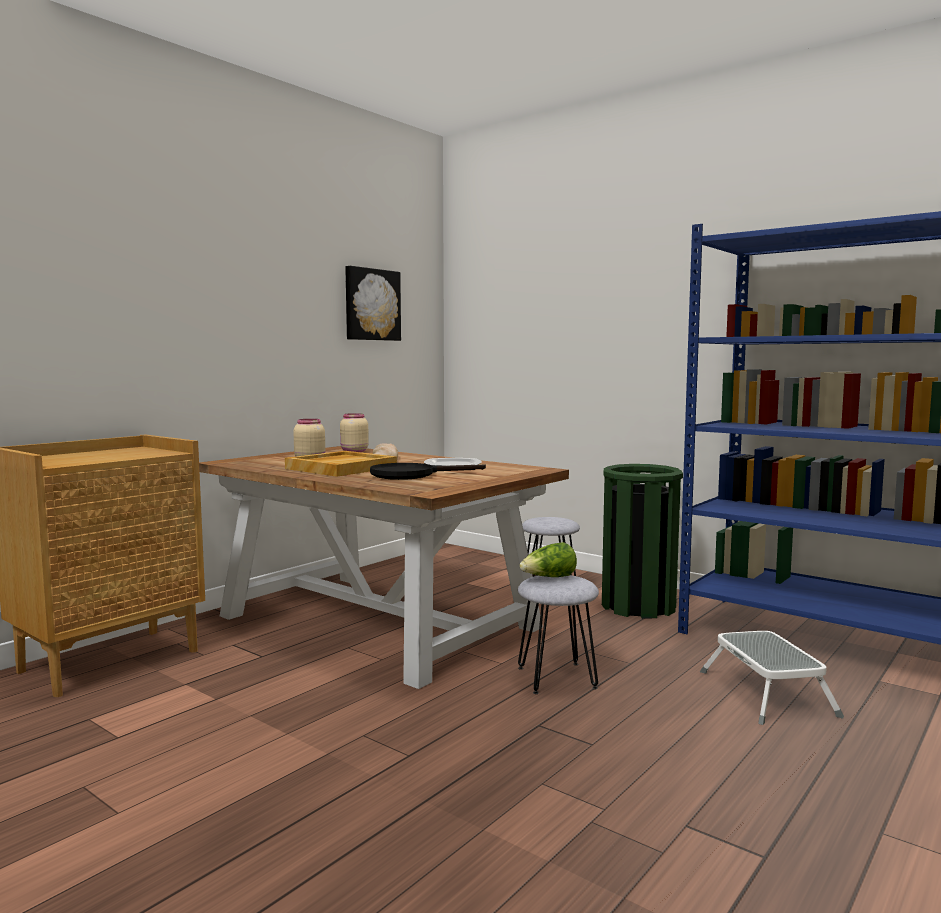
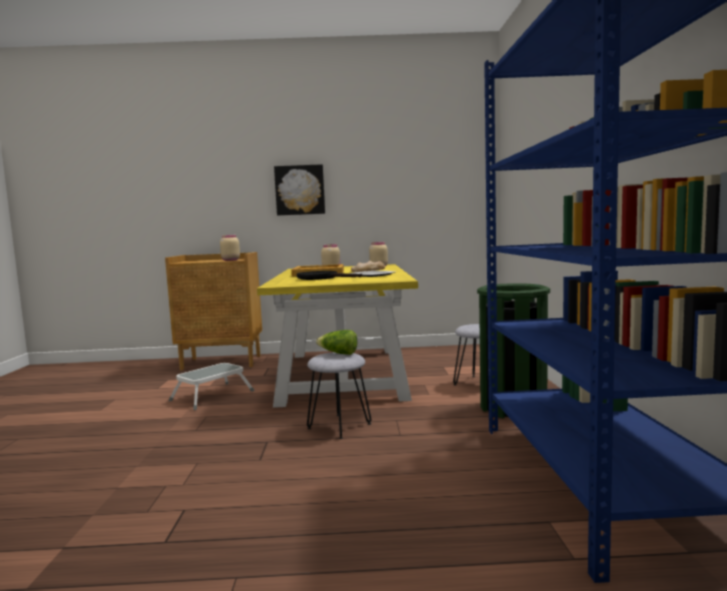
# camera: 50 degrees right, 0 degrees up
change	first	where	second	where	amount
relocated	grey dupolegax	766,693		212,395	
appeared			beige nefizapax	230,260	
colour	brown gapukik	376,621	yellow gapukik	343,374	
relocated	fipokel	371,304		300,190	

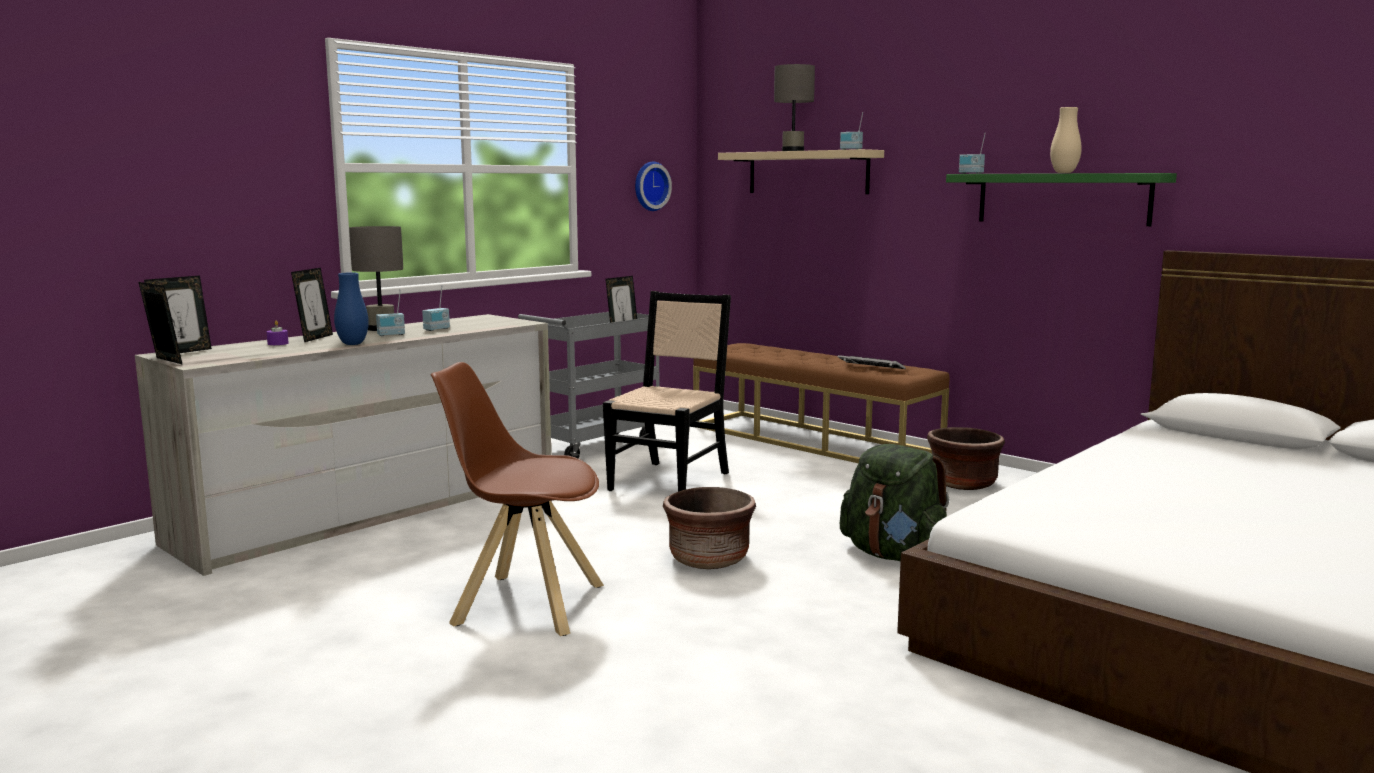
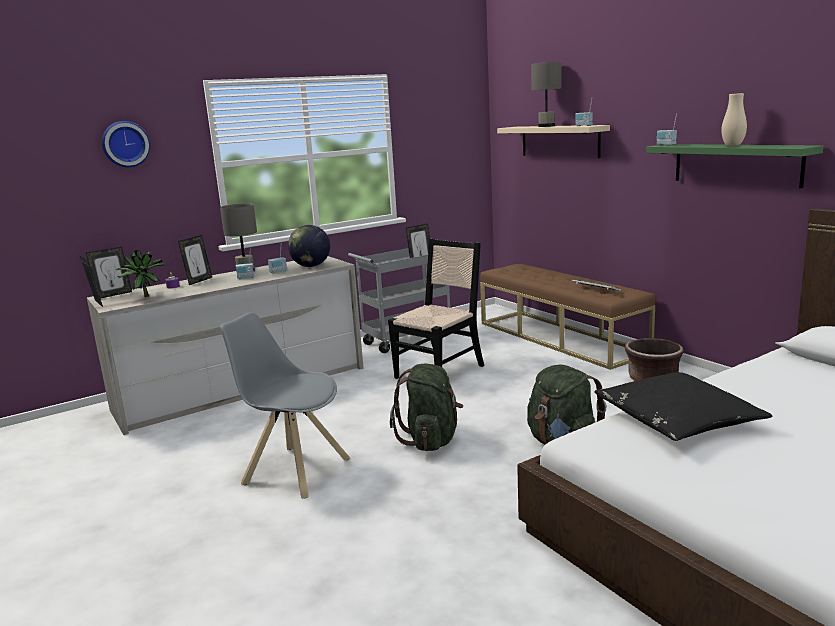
# camera: 15 degrees right, 5 degrees up
change	first	where	second	where	amount
relocated	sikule	649,186		125,144	
appeared			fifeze	144,296	
colour	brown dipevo	525,603	grey dipevo	294,470	
appeared			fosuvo	311,266	
exchanged	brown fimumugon	708,558	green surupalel	431,440	
appeared			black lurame	677,420	
missing	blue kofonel	353,344			

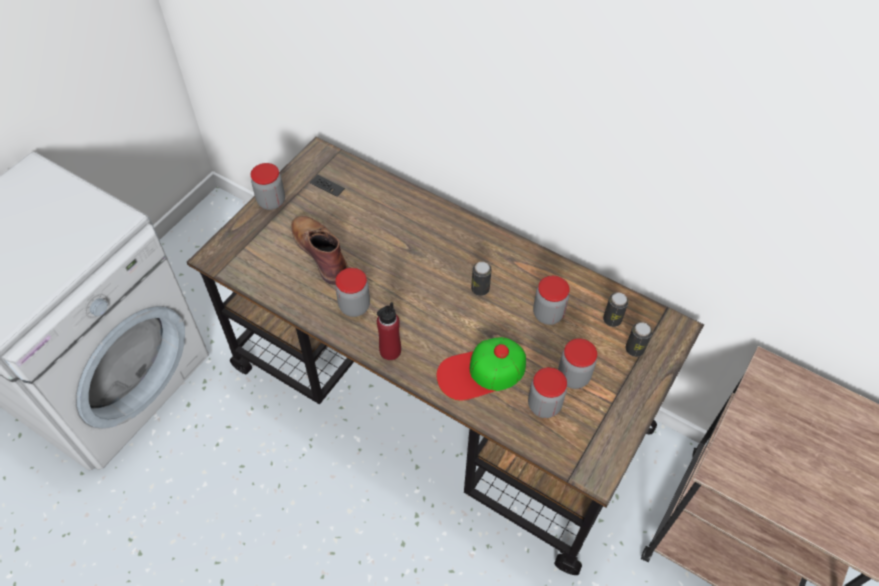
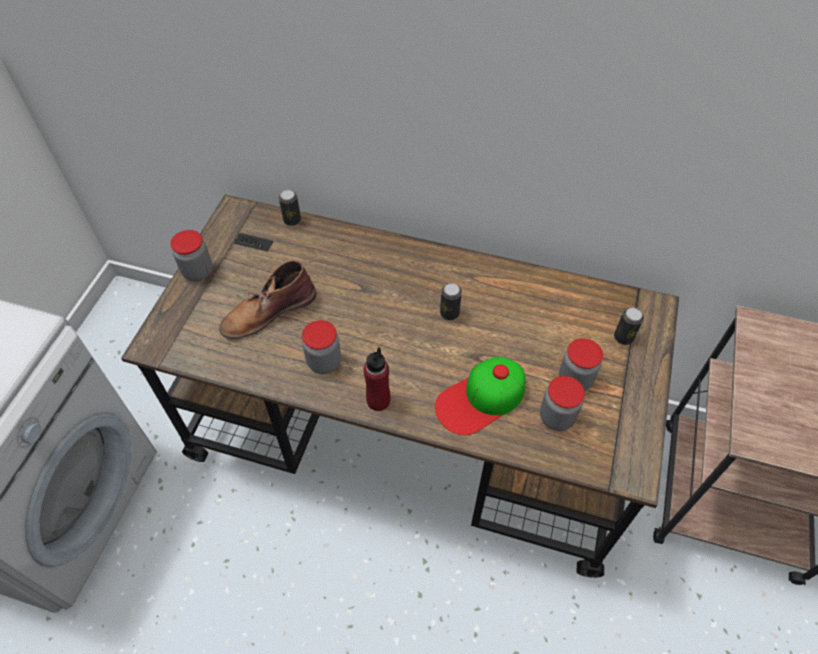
# camera: 15 degrees left, 0 degrees up
change	first	where	second	where	amount
spun	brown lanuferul	320,250		267,312	75 degrees counterclockwise
relocated	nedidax	612,319		292,220	
missing	nefizapax	548,314			

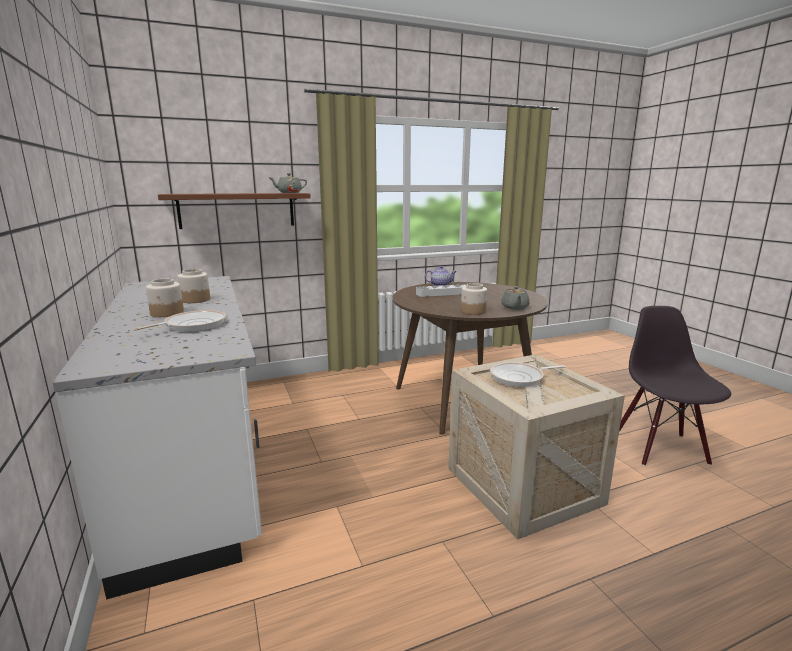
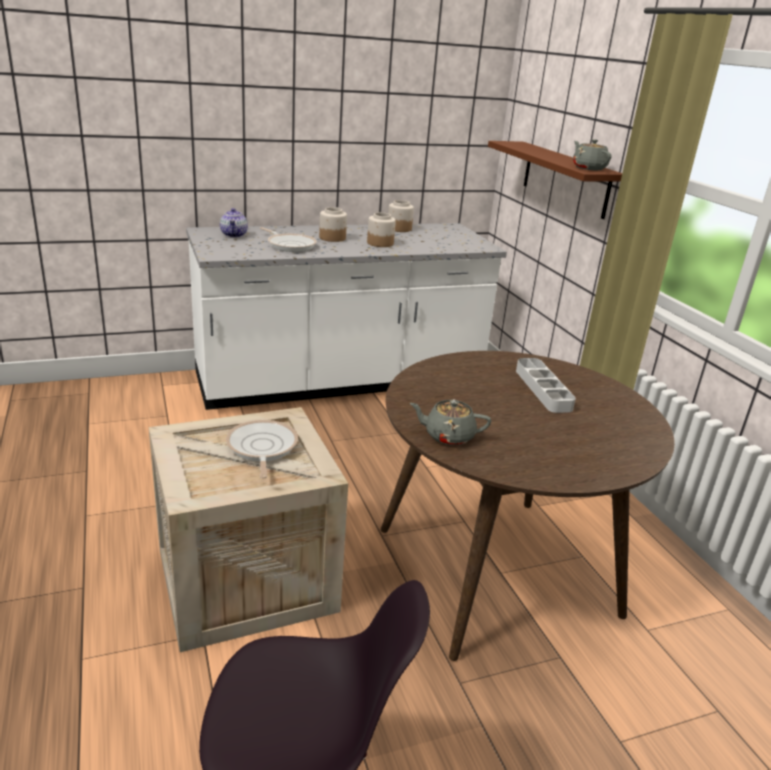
# camera: 90 degrees right, 10 degrees up
change	first	where	second	where	amount
relocated	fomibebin	440,285		234,235	
relocated	nefizapax	473,311		399,229	

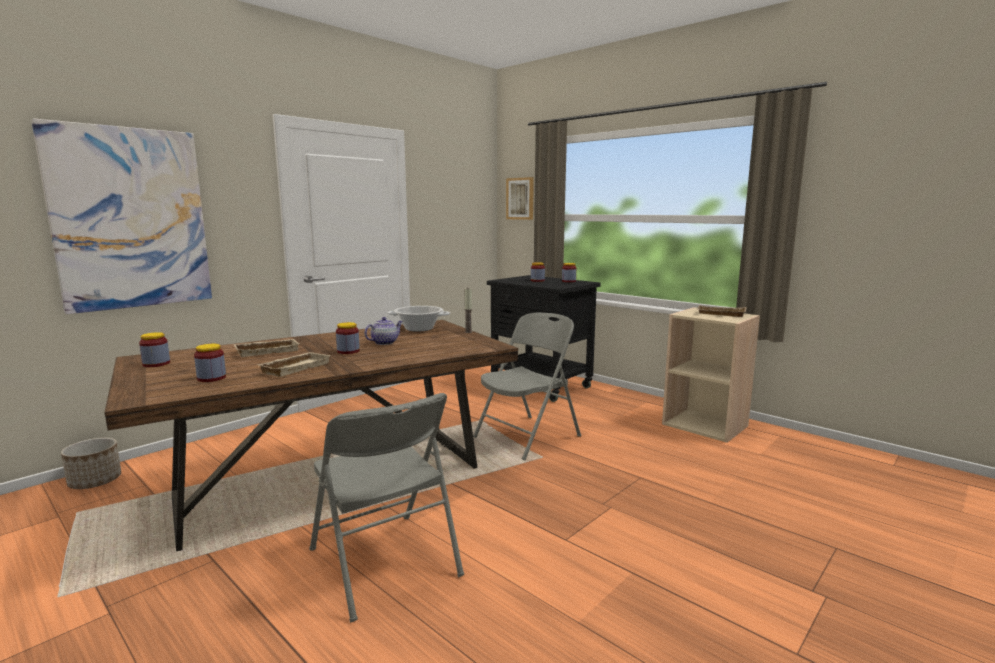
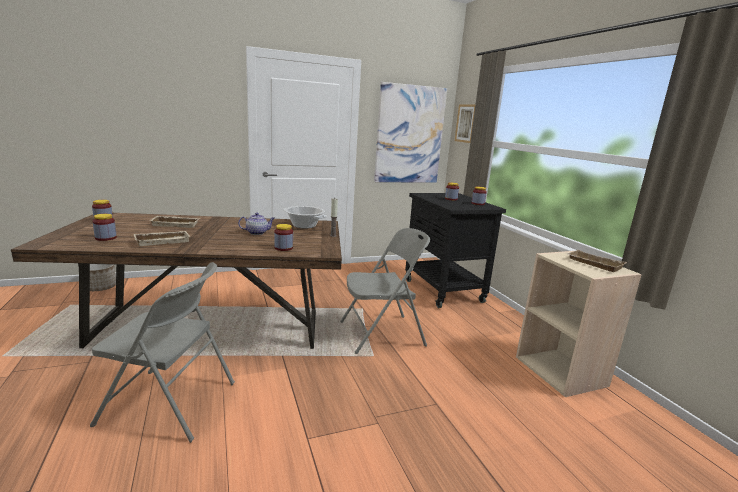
# camera: 25 degrees right, 5 degrees up
change	first	where	second	where	amount
spun	grey dipevo	383,562		168,403	75 degrees counterclockwise
relocated	nefizapax	348,351		283,248	
relocated	fipokel	131,219		409,135	

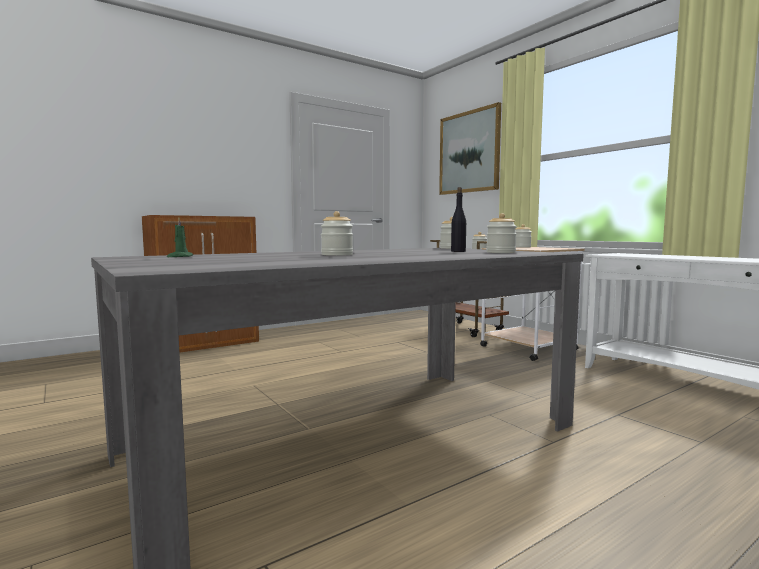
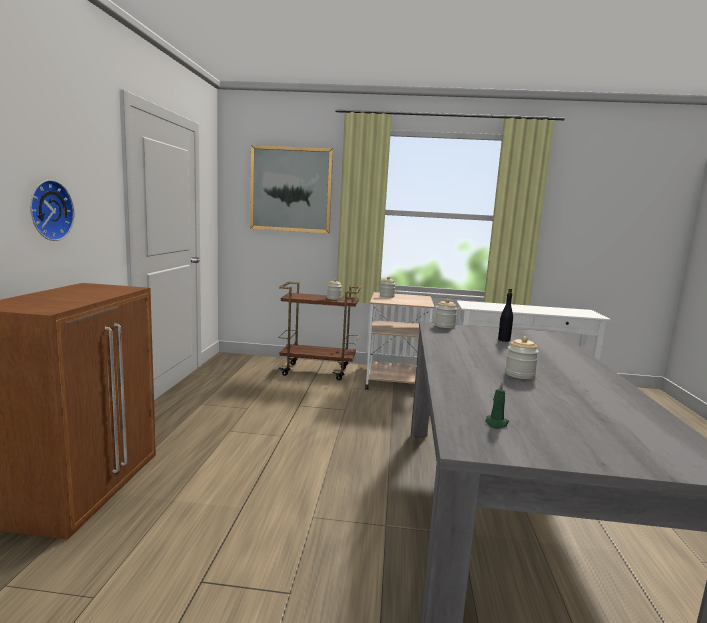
# camera: 50 degrees left, 5 degrees up
change	first	where	second	where	amount
appeared			sikule	48,210	
missing	nefizapax	500,252			

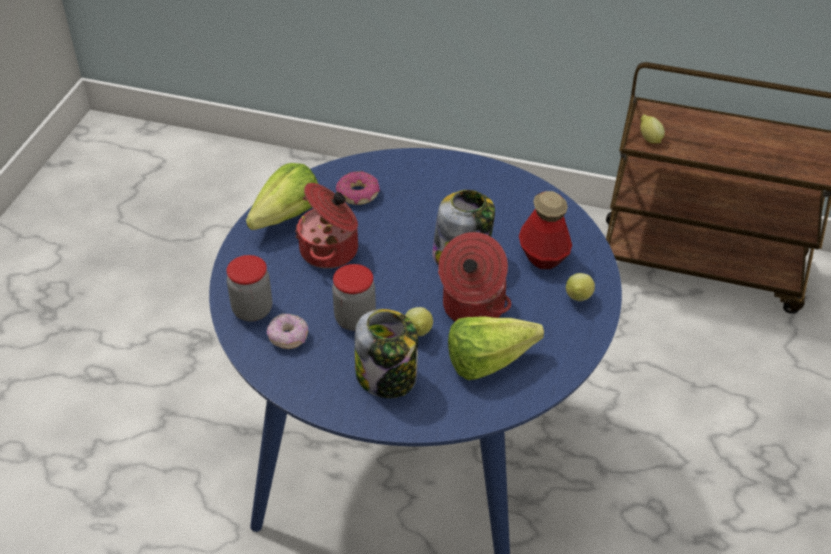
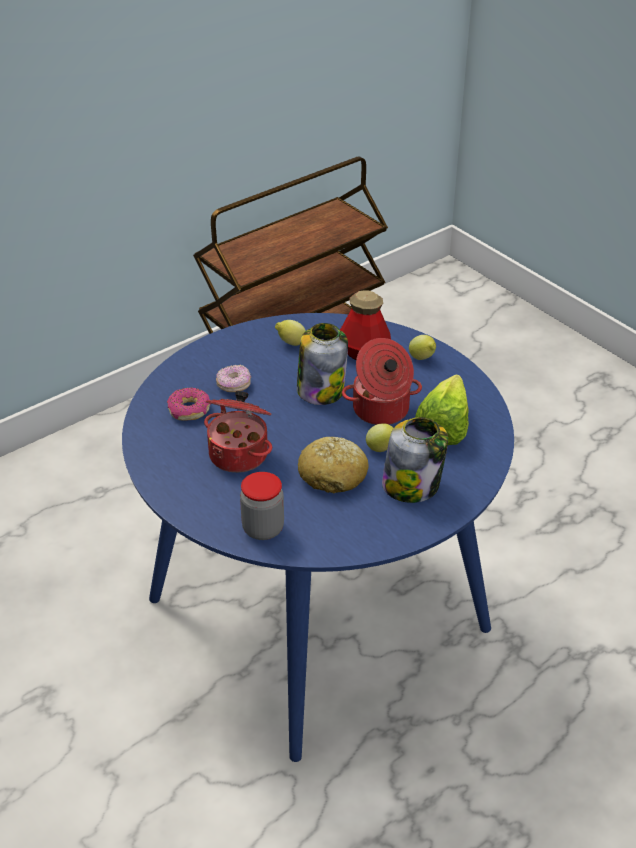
# camera: 55 degrees left, 5 degrees down
change	first	where	second	where	amount
relocated	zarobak	288,338		234,385	
relocated	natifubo	649,139		291,343	
exchanged	nefizapax	355,319	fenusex	333,475	
missing	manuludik	280,220			

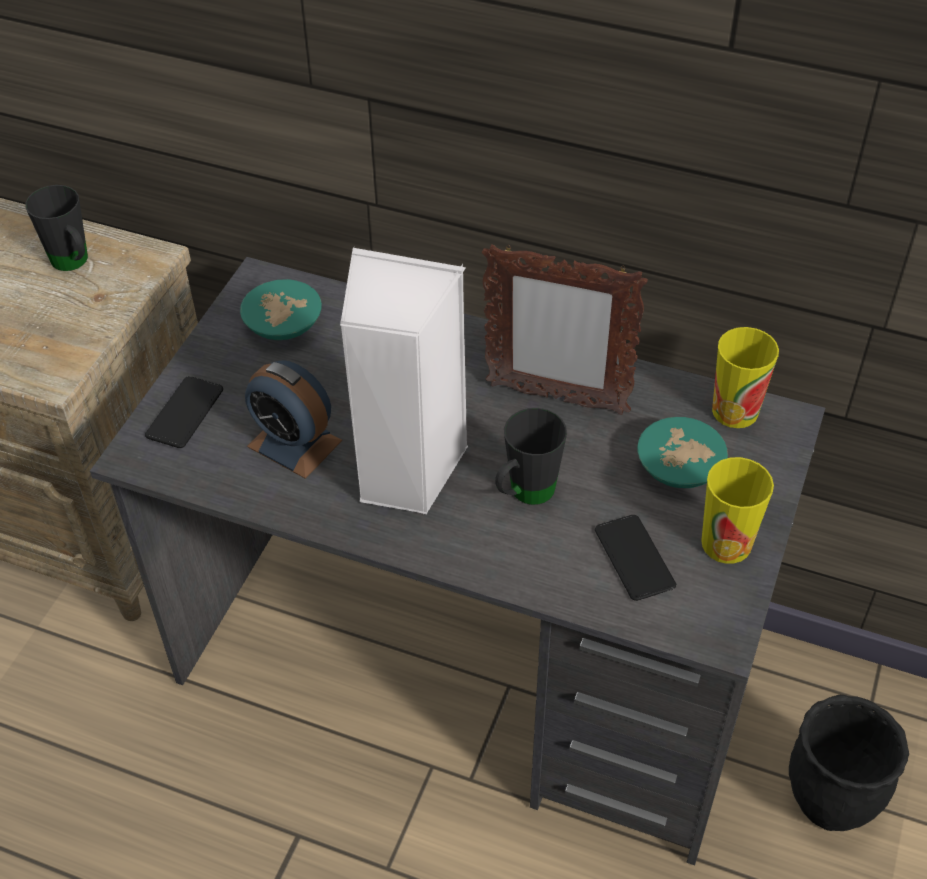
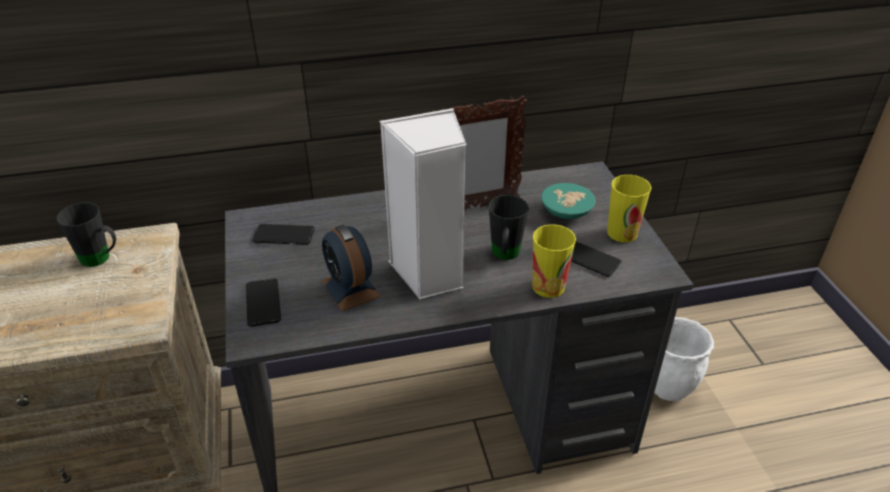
# camera: 35 degrees left, 10 degrees down
change	first	where	second	where	amount
exchanged	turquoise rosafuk	282,327	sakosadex	284,235	
spun	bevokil	294,443		350,288	60 degrees clockwise
relocated	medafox	735,411		548,286	
colour	black fimumugon	830,802	white fimumugon	668,388	

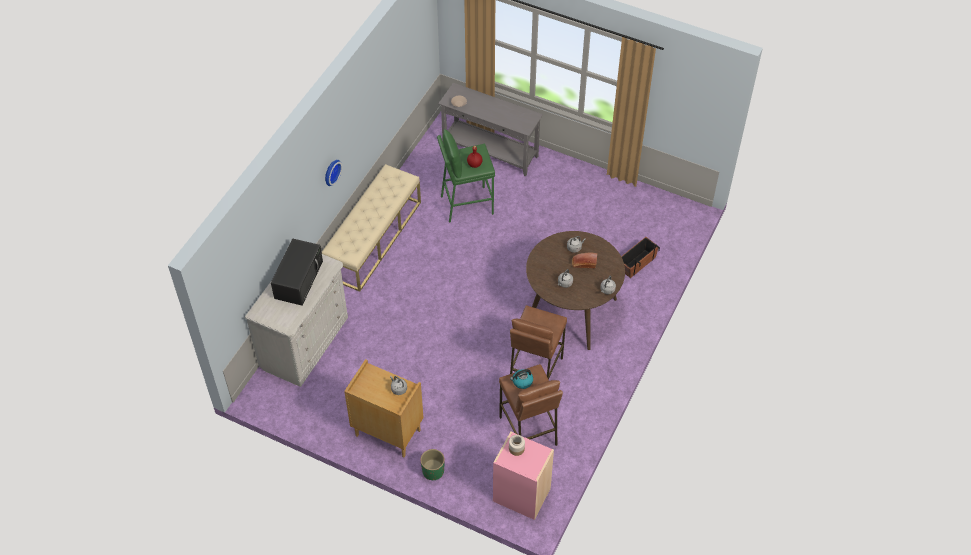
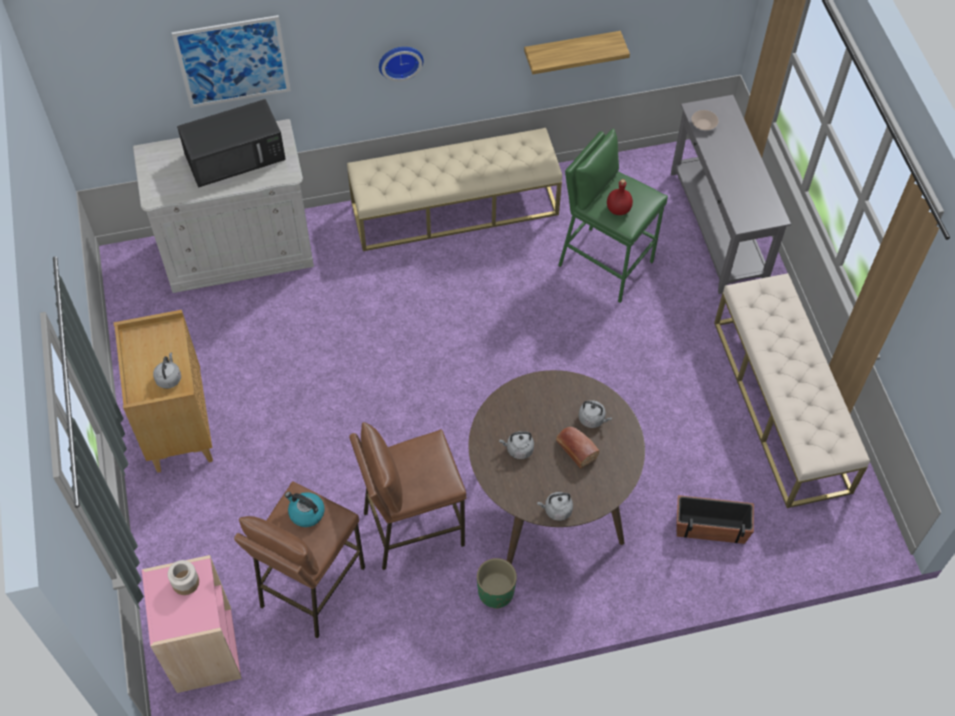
# camera: 50 degrees right, 5 degrees up
change	first	where	second	where	amount
appeared			fipokel	233,62	
relocated	green fimumugon	433,471		495,592	
appeared			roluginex	571,51	
appeared			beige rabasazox	781,405	

